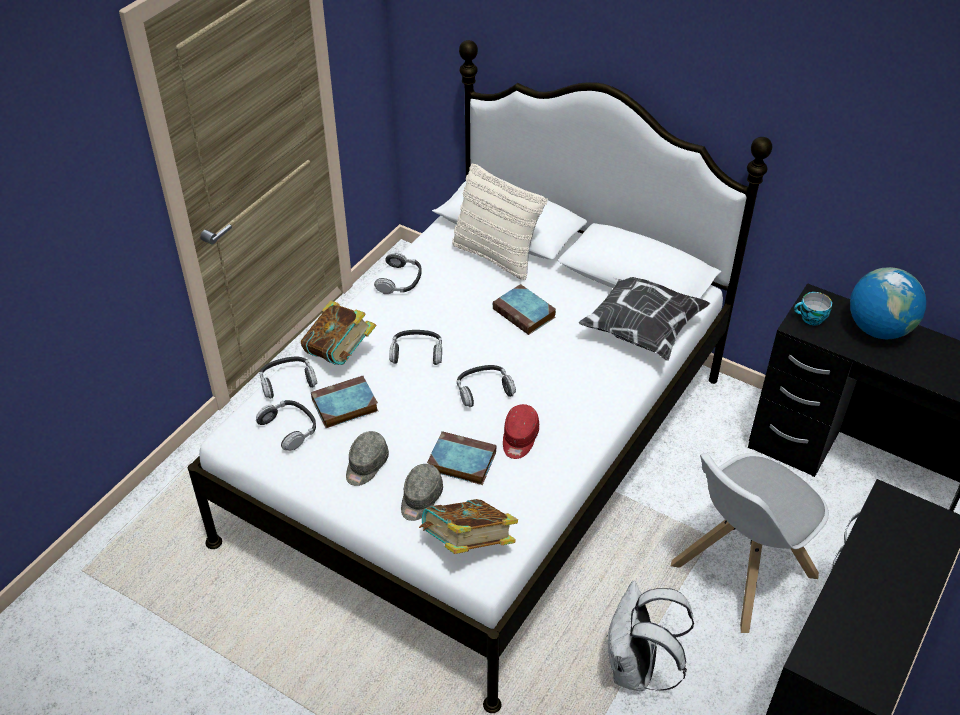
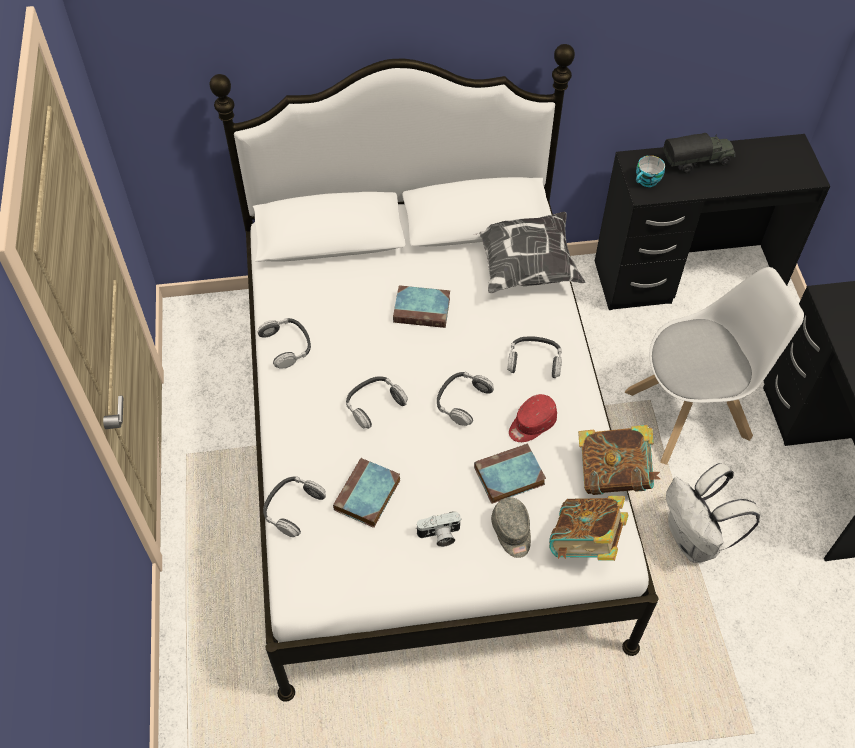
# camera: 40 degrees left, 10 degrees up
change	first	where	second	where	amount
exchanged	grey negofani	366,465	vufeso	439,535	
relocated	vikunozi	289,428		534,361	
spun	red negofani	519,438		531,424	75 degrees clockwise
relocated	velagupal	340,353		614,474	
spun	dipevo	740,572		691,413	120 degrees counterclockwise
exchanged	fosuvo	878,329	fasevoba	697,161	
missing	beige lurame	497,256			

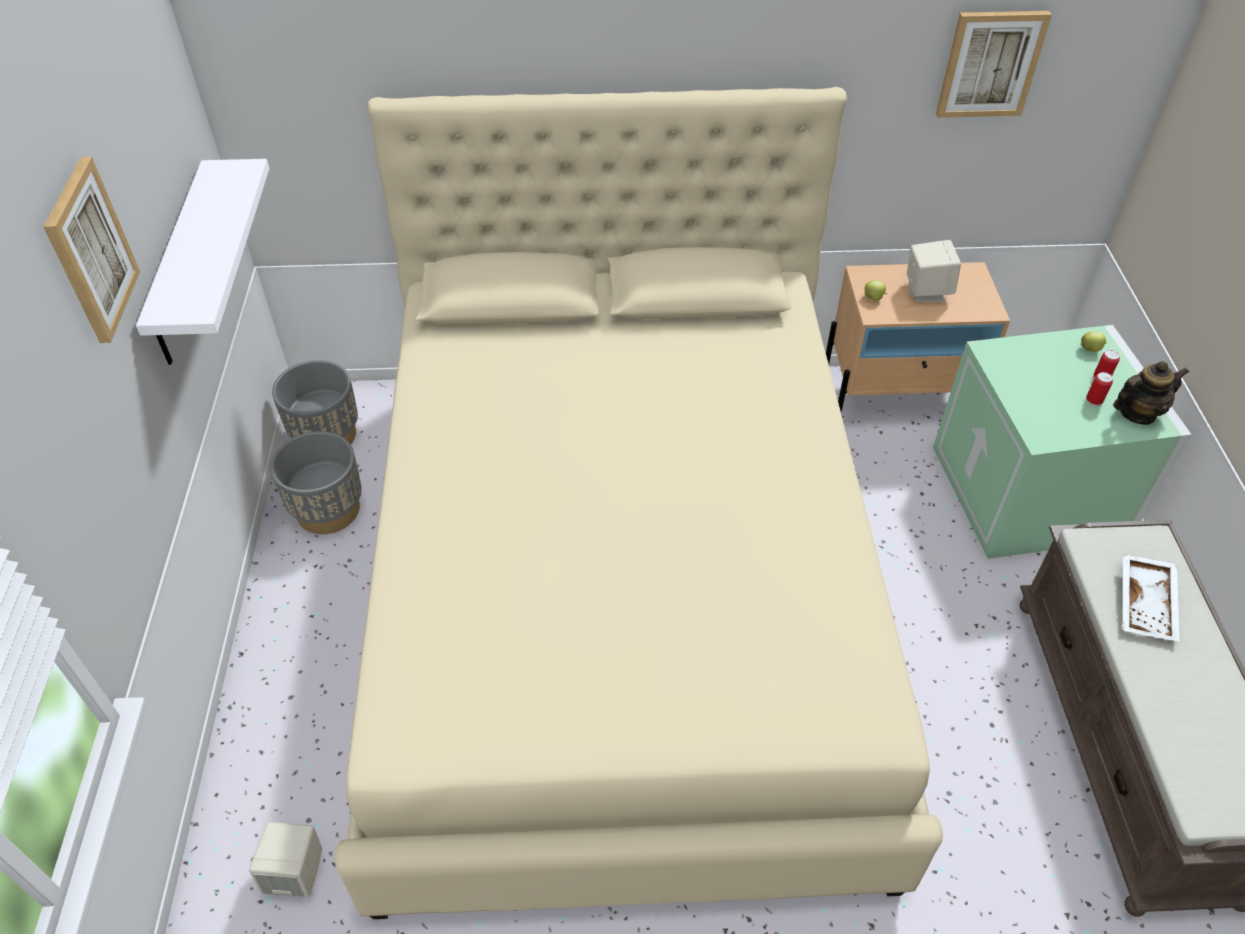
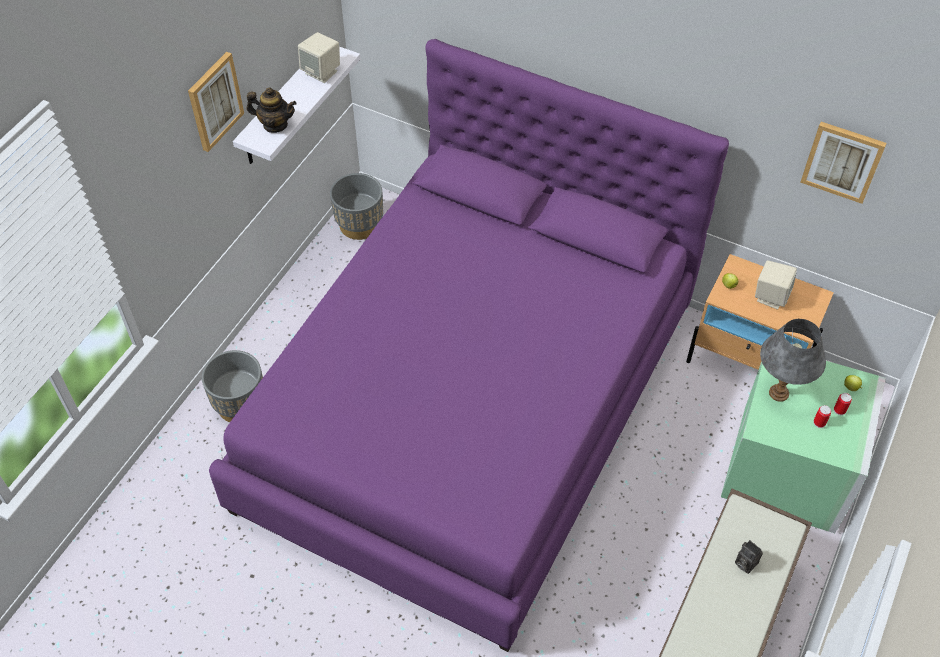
# camera: 30 degrees right, 5 degrees up
change	first	where	second	where	amount
relocated	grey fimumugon	328,510		240,404	
colour	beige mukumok	623,593	purple mukumok	471,406	
relocated	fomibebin	1137,413		275,125	
relocated	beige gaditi	296,873		322,72	
exchanged	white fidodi	1147,605	vufeso	744,563	
appeared			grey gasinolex	779,392	

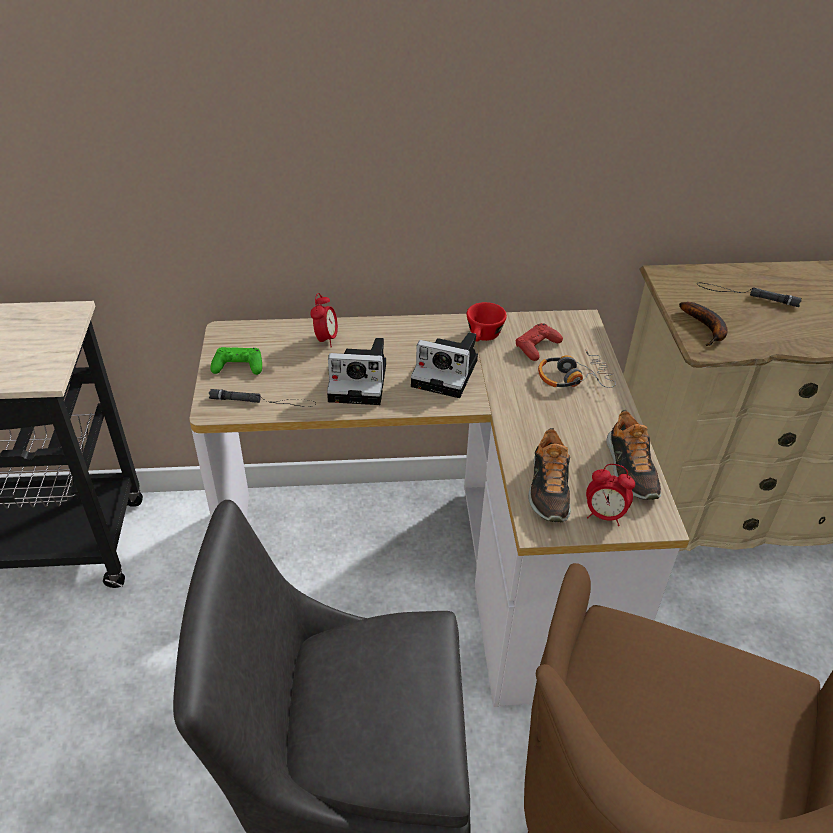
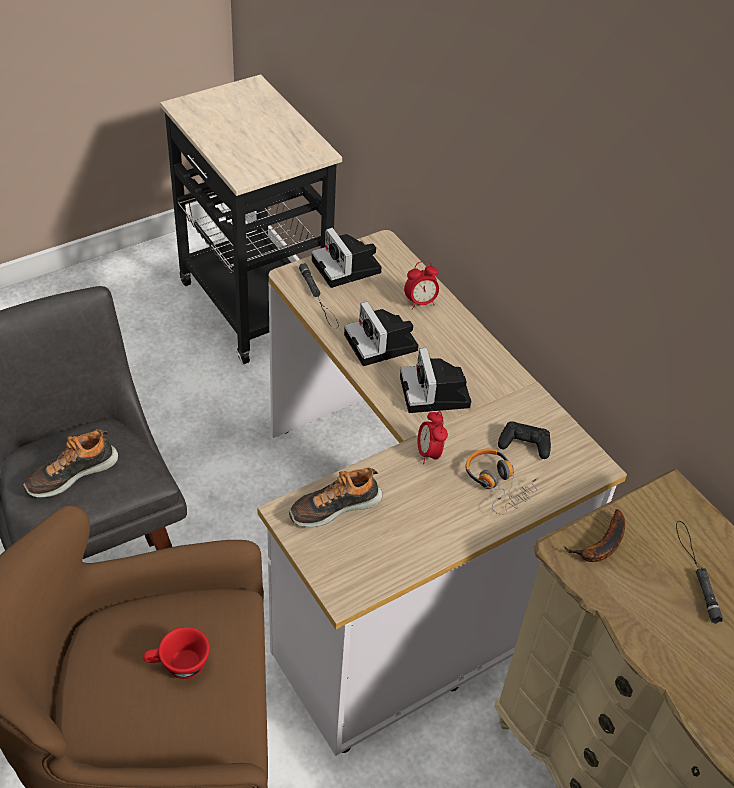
# camera: 60 degrees right, 5 degrees up
change	first	where	second	where	amount
relocated	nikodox	630,469		71,473	
relocated	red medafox	483,337		178,665	
exchanged	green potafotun	238,366	vufeso	348,268	
relocated	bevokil	604,515		429,453	
colour	red potafotun	537,346	black potafotun	524,444	

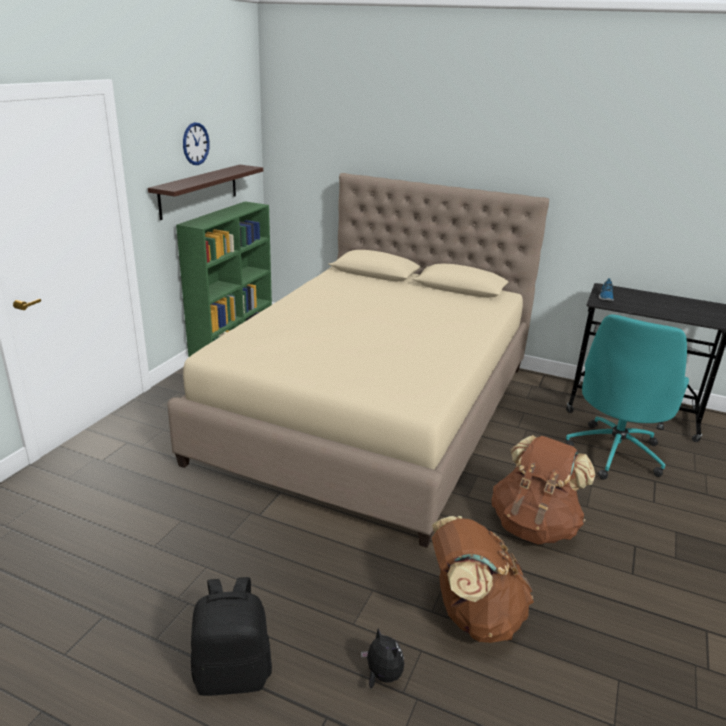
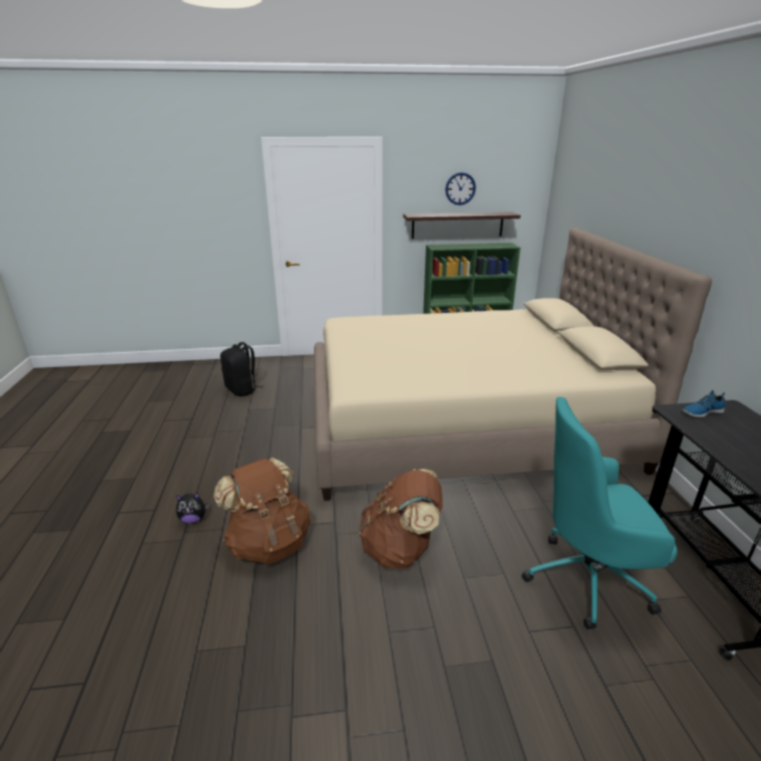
# camera: 60 degrees right, 0 degrees up
change	first	where	second	where	amount
spun	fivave	382,676		193,519	60 degrees clockwise
relocated	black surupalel	233,673		242,390	

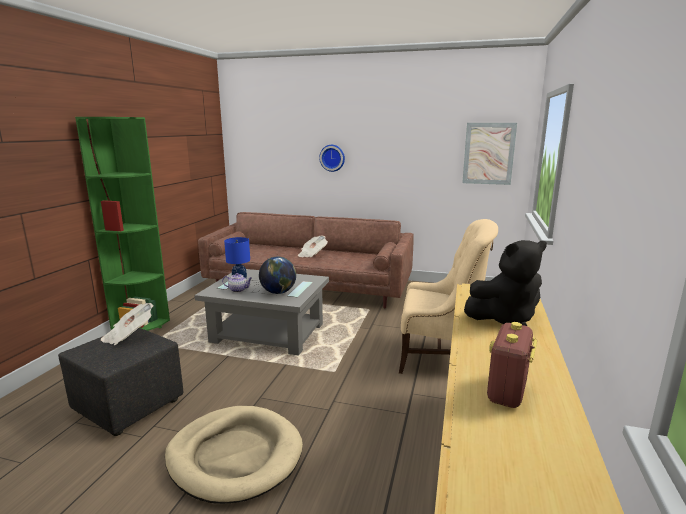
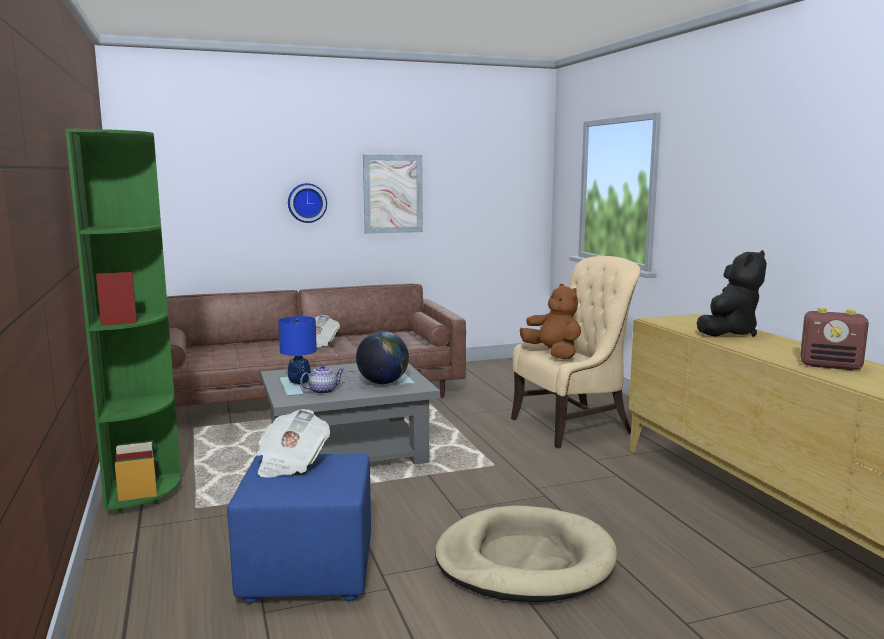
# camera: 35 degrees left, 5 degrees down
change	first	where	second	where	amount
colour	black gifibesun	128,407	blue gifibesun	309,573	
relocated	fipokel	488,153		393,194	
appeared			brown fivave	553,354	
spun	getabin	507,392		831,366	60 degrees counterclockwise

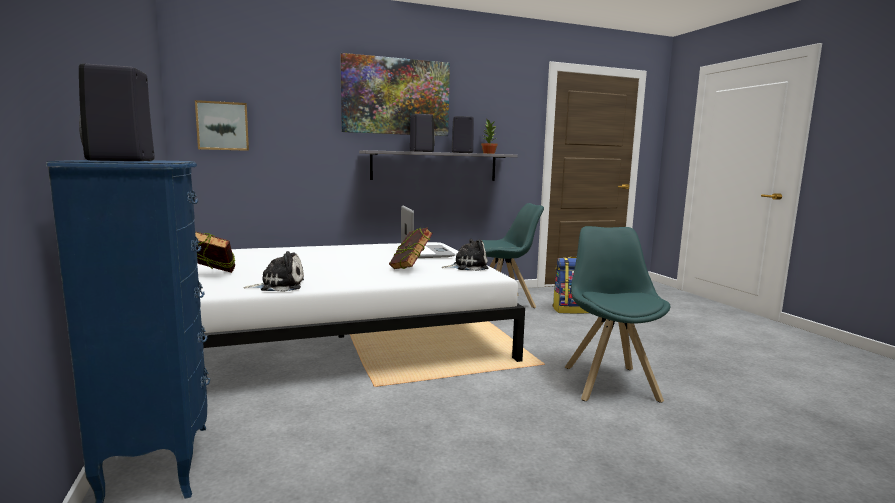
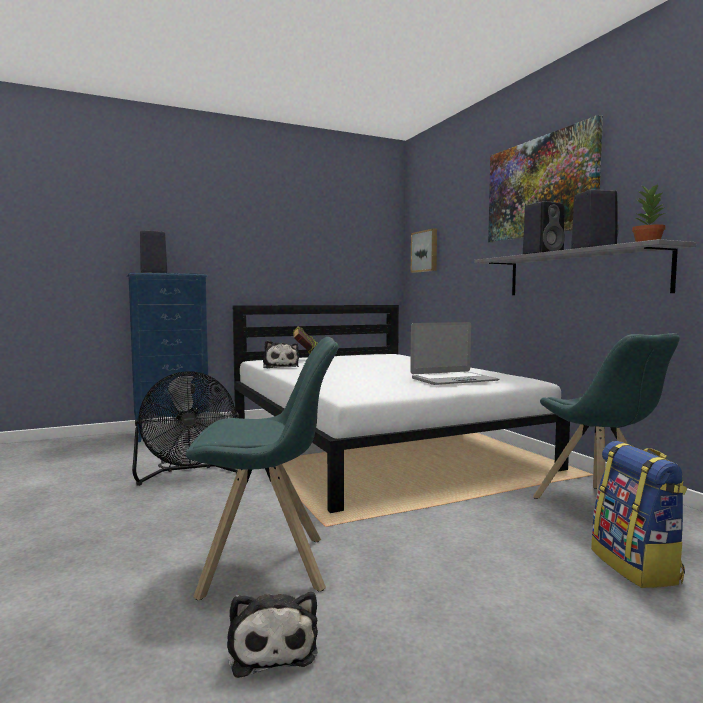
# camera: 85 degrees right, 5 degrees down
change	first	where	second	where	amount
appeared			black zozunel	186,474	
relocated	fivave	467,267		272,647	
missing	velagupal	410,269			

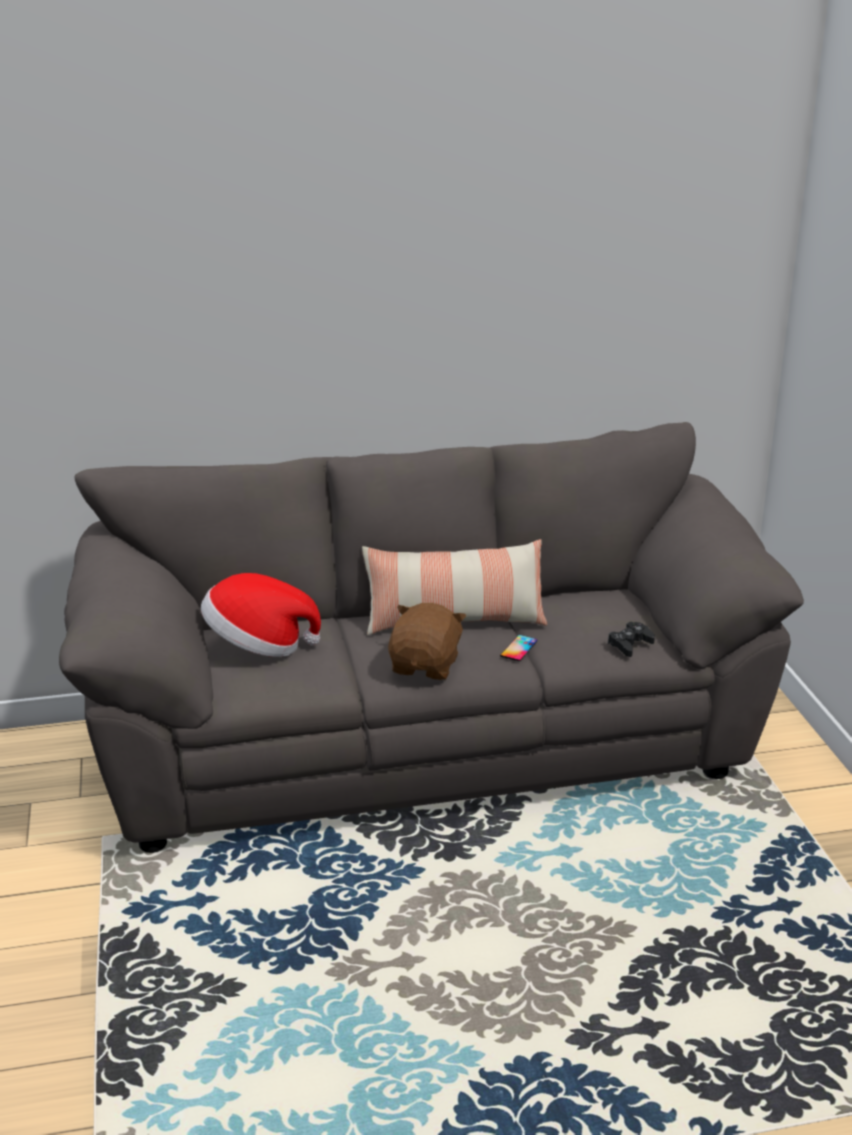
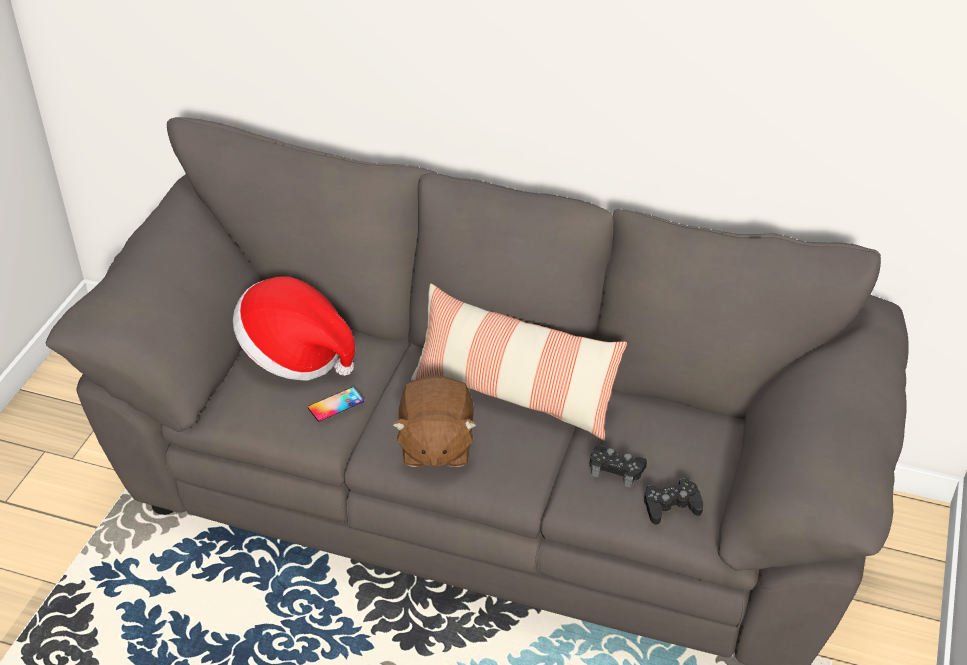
# camera: 30 degrees right, 15 degrees up
change	first	where	second	where	amount
relocated	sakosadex	518,648		336,404	
spun	brown fivave	426,666		435,445	135 degrees clockwise
appeared			black potafotun	616,469	

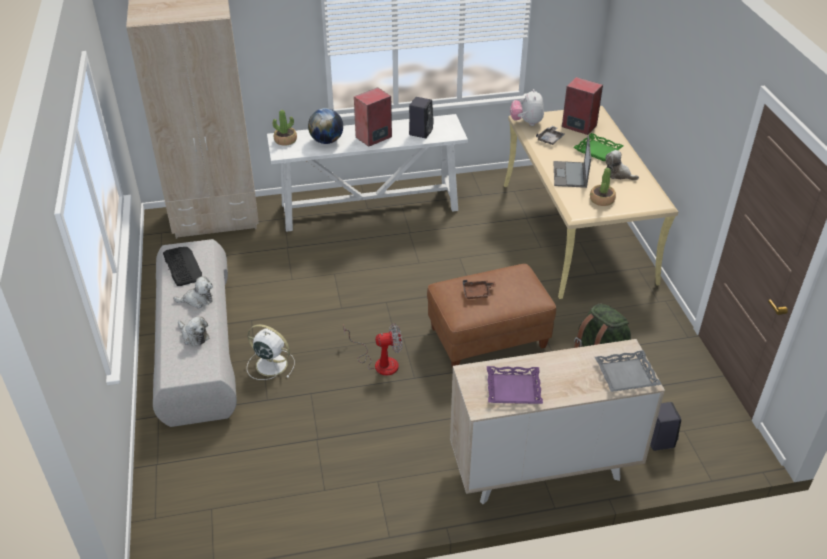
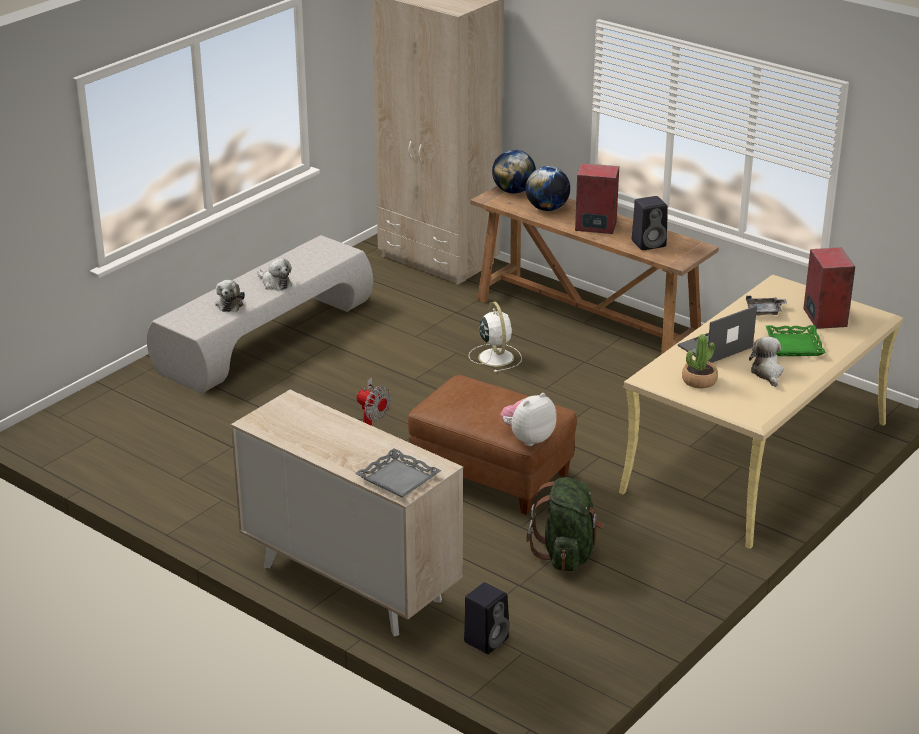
# camera: 50 degrees right, 10 degrees down
change	first	where	second	where	amount
relocated	white zozunel	270,364		495,357	
colour	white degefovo	370,207	brown degefovo	588,323	
exchanged	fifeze	285,140	fosuvo	513,191	
relocated	fivave	526,122		528,438	
missing	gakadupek	182,266			
missing	brown fidodi	477,293			
missing	purple fidodi	513,389			

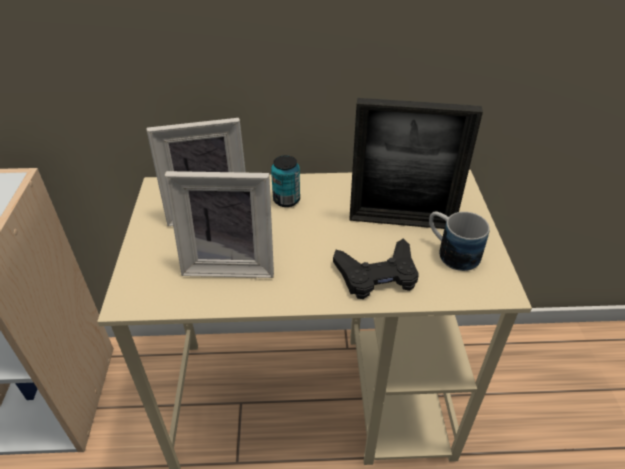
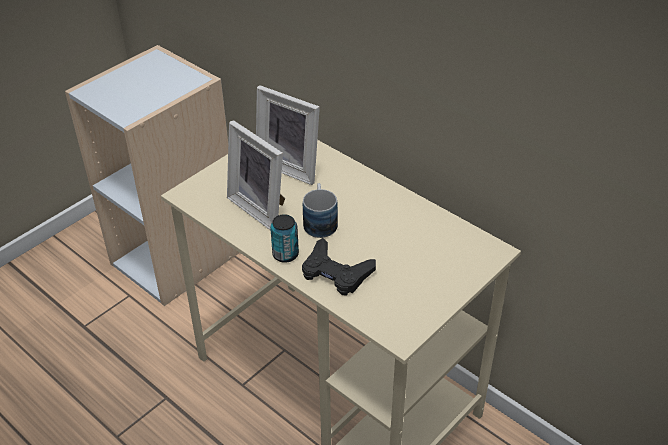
# camera: 45 degrees right, 0 degrees up
change	first	where	second	where	amount
relocated	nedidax	286,200		285,254	
relocated	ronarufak	451,252		320,221	
missing	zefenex	401,221			

